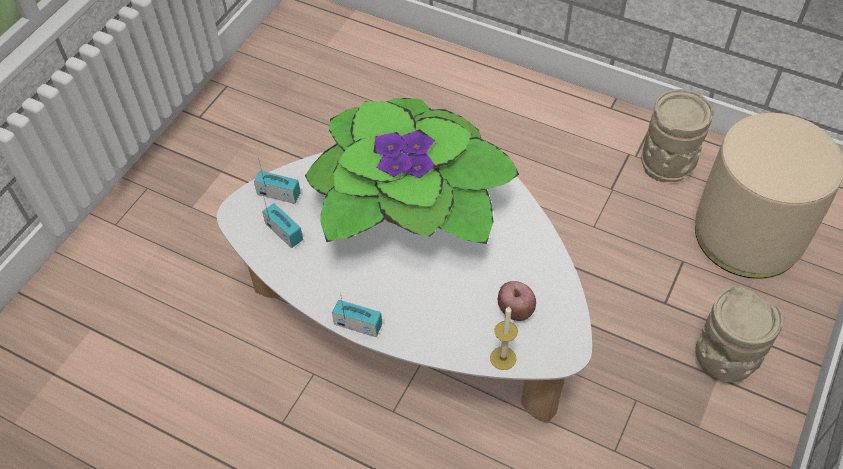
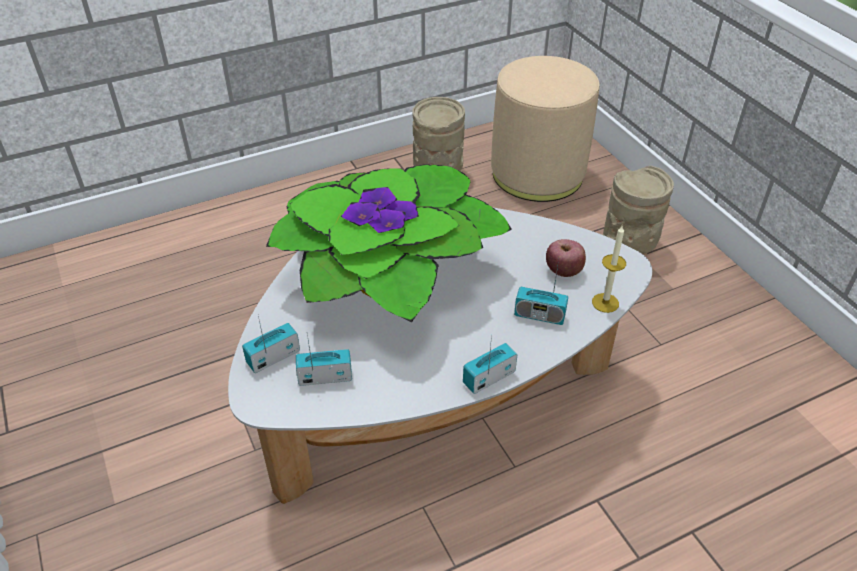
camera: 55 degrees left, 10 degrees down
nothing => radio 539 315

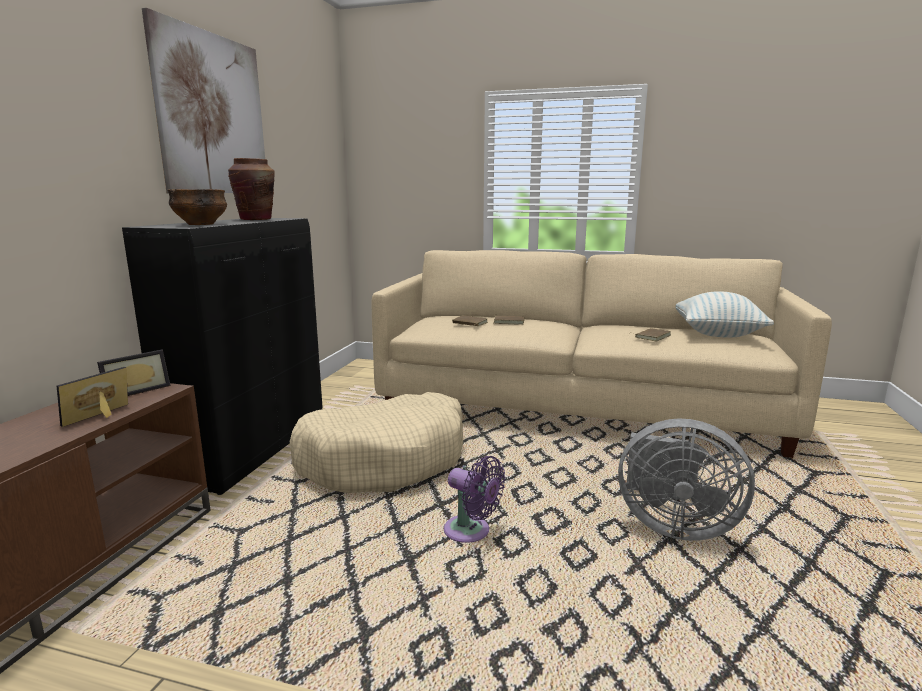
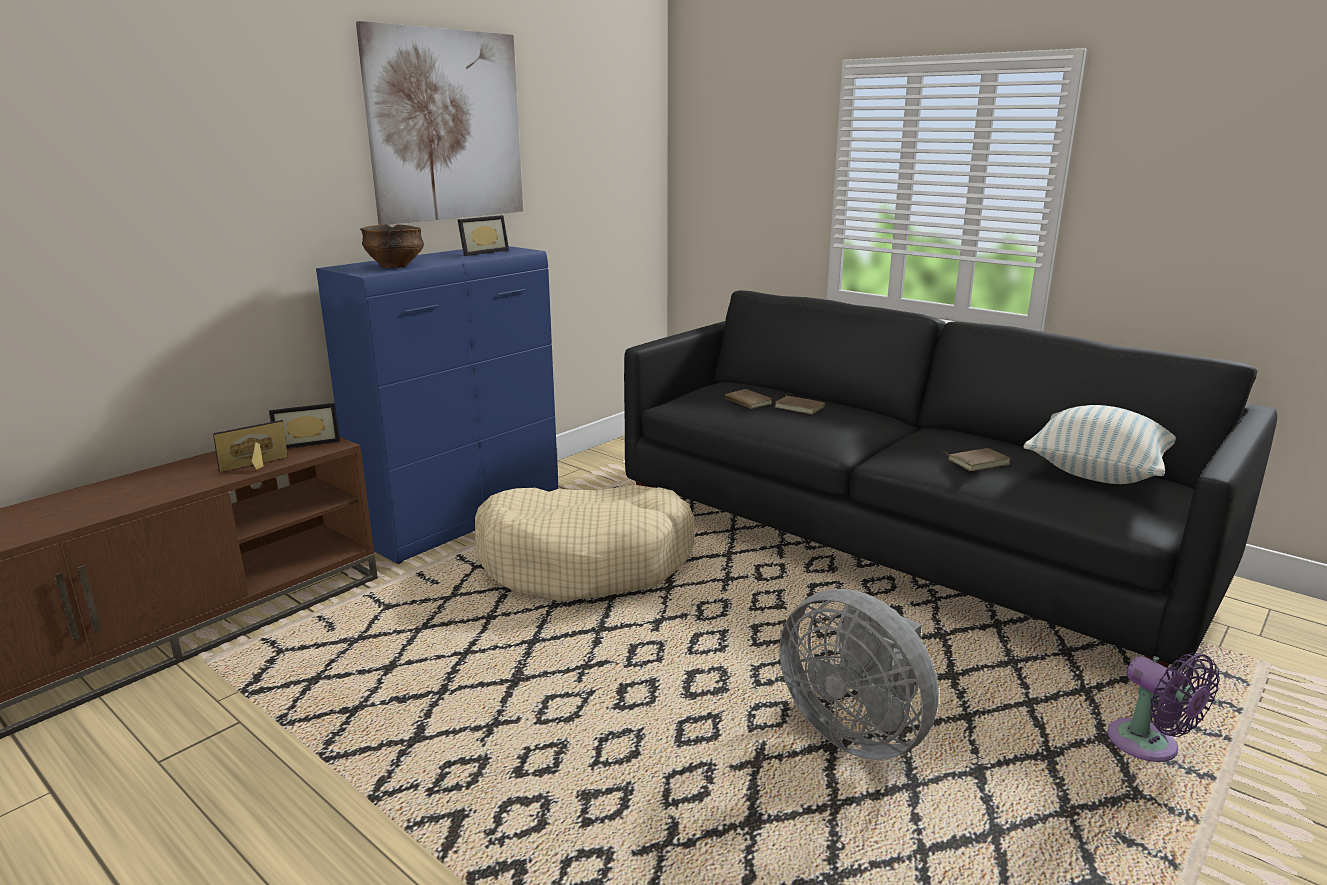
camera: 25 degrees right, 5 degrees up
black-coloured cabinet 253 450 => blue cabinet 463 520
brown-coloured flower vase 256 219 => photo frame 481 252
sand-coloured couch 577 407 => black-coloured couch 895 542
purplish electric fan 471 532 => purplish electric fan 1149 746, shifted

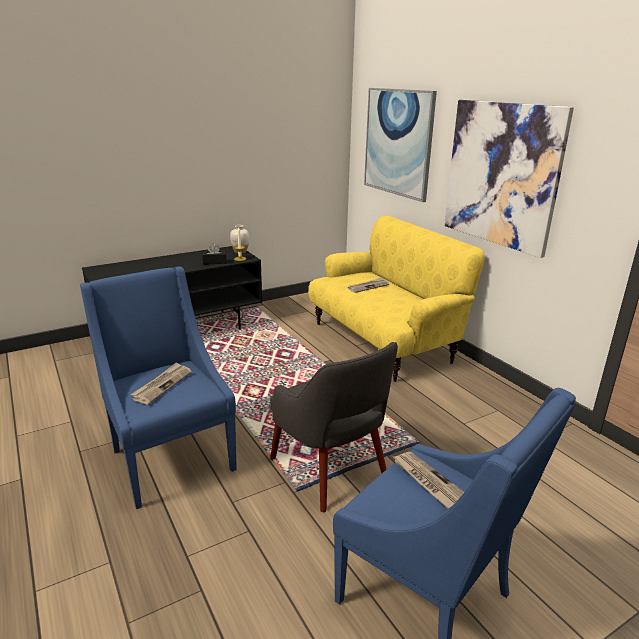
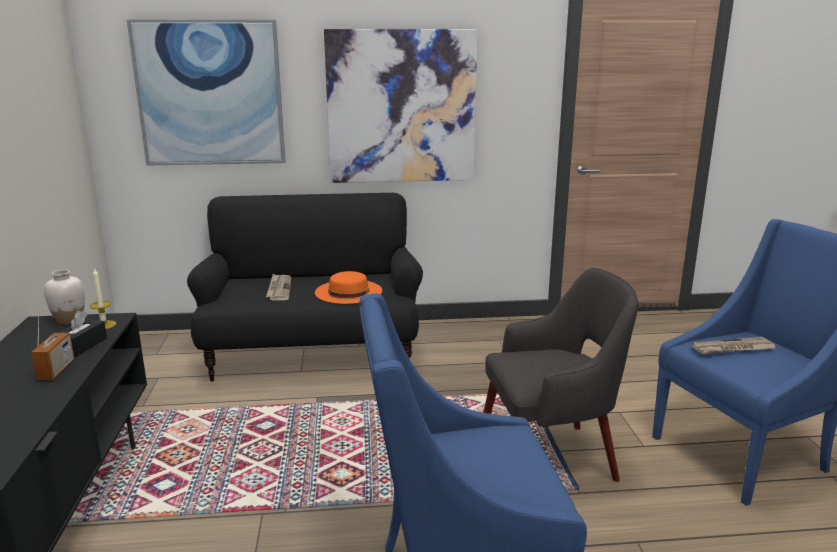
camera: 65 degrees left, 5 degrees down
printed paper 162 385 => nothing
yellow-coloured couch 383 342 => black-coloured couch 313 352
nothing => radio 56 370
nothing => orange clothing hat 348 291

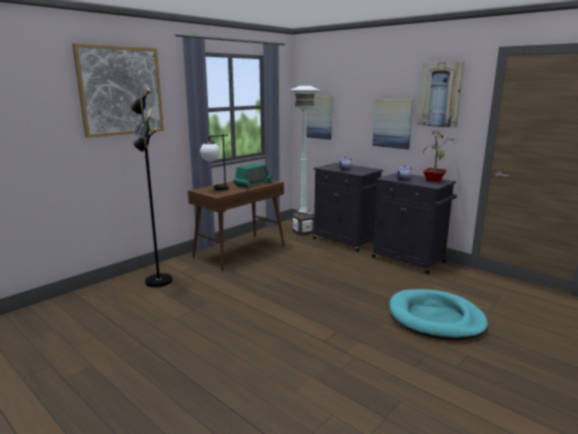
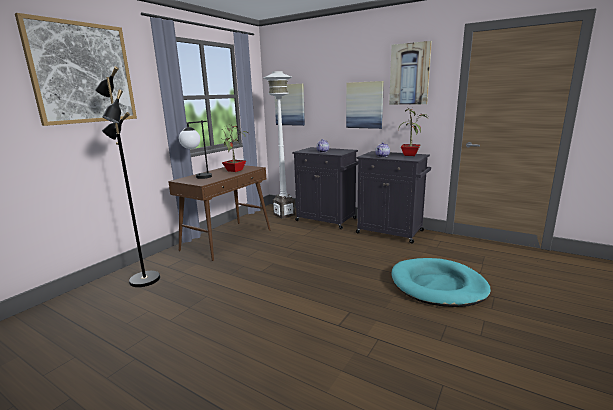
camera: 10 degrees left, 0 degrees up
radio 253 184 => potted plant 235 171

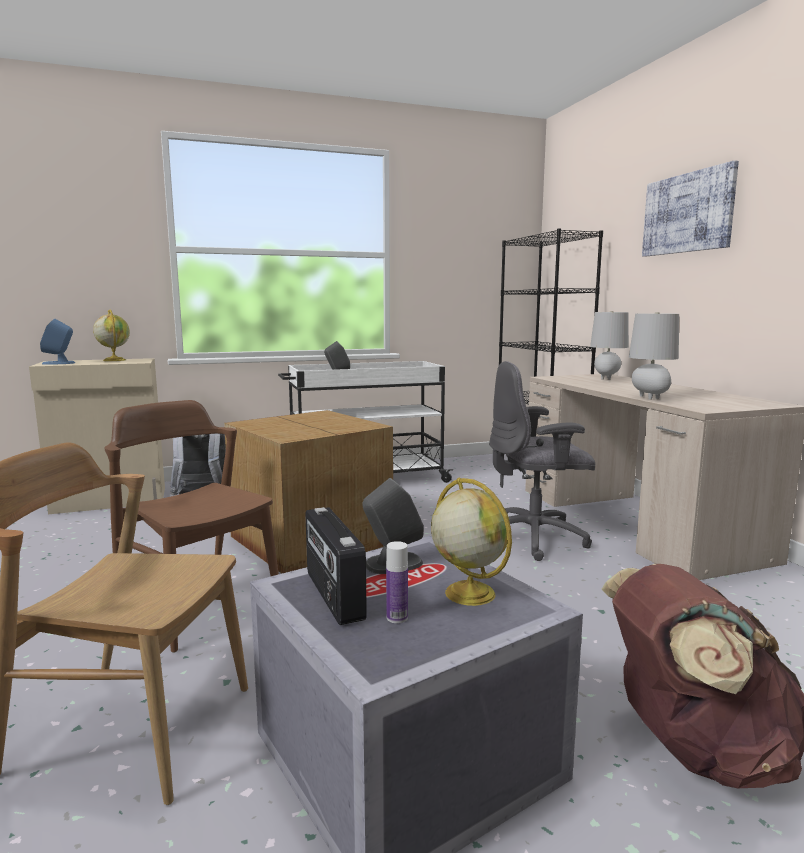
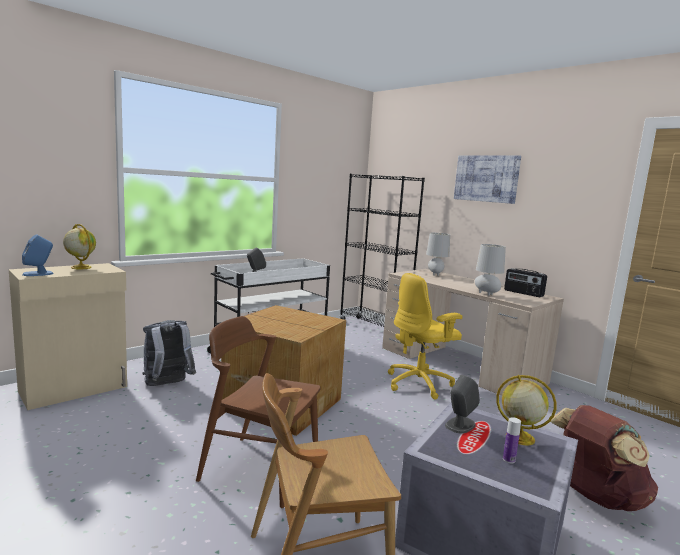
camera: 25 degrees left, 0 degrees up
radio 333 595 => radio 523 293, shifted
greyish office chair 535 539 => yellow-coloured office chair 419 384

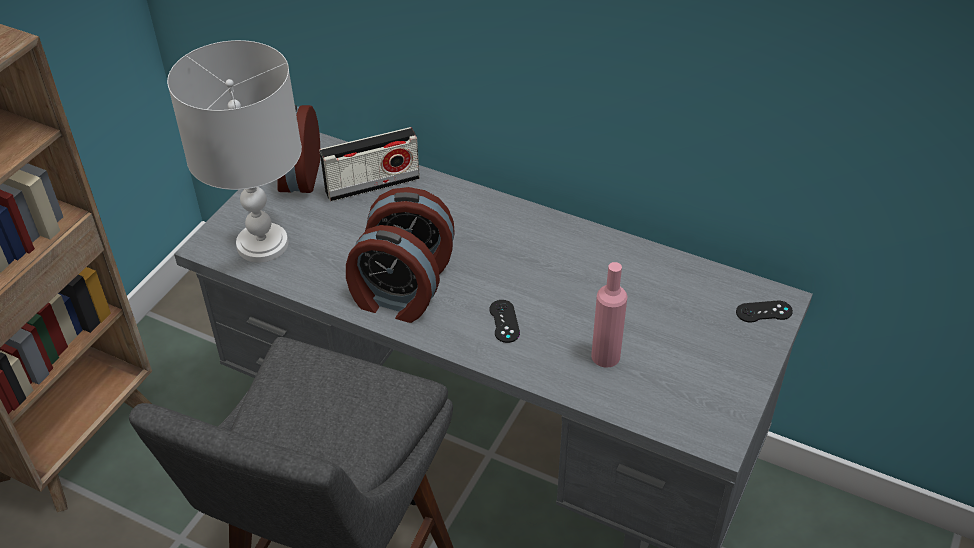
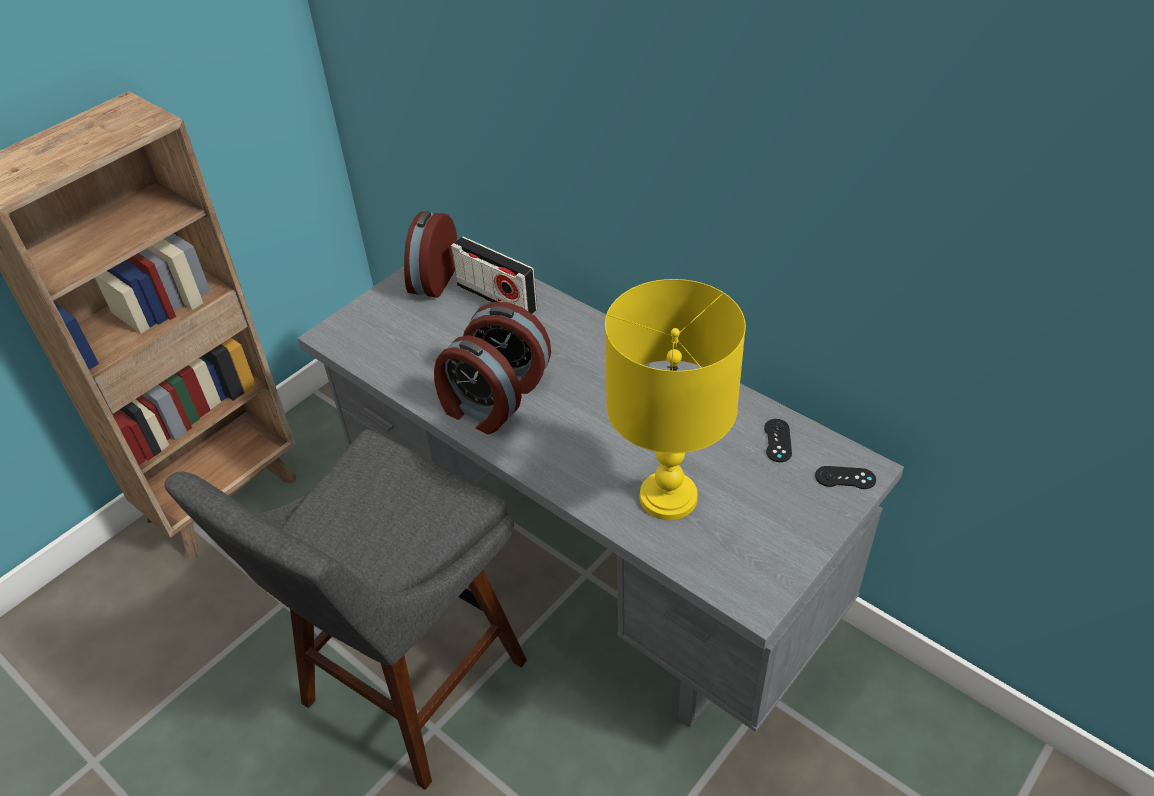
camera: 15 degrees right, 0 degrees up
whitish tabletop lamp 263 243 => nothing
radio 372 185 => radio 496 297, 45 degrees clockwise
black-coloured joypad 504 321 => black-coloured joypad 777 440, shifted
pinkish drink bottle 605 356 => yellow-coloured tabletop lamp 667 497

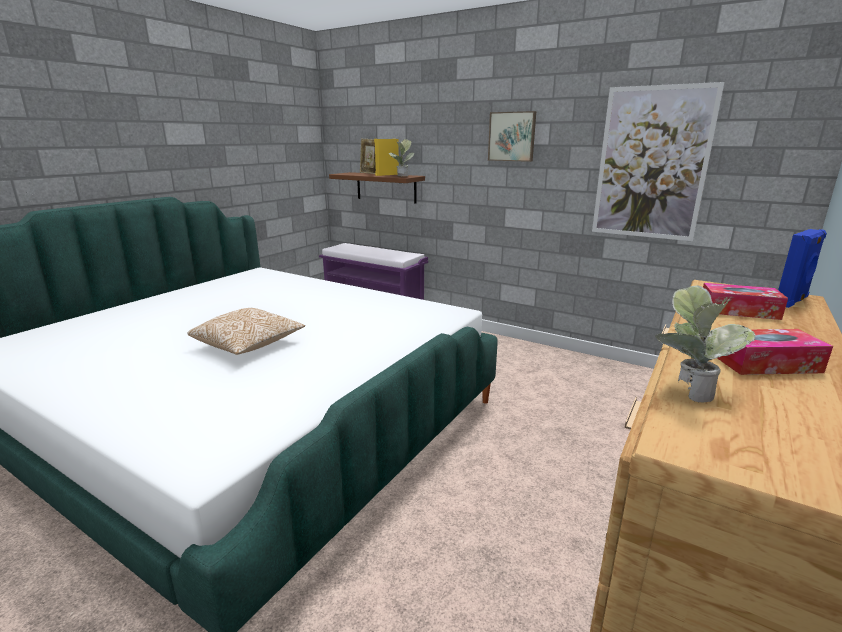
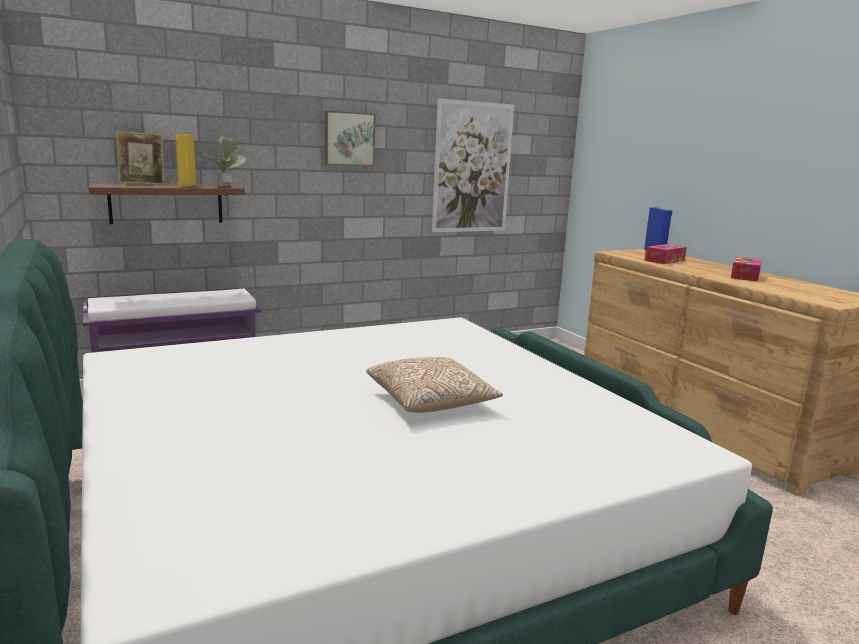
camera: 60 degrees left, 5 degrees down
potted plant 688 390 => nothing

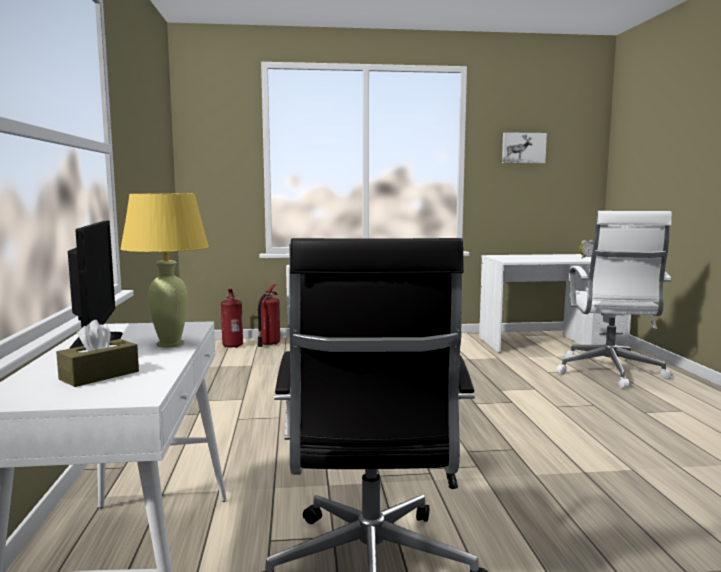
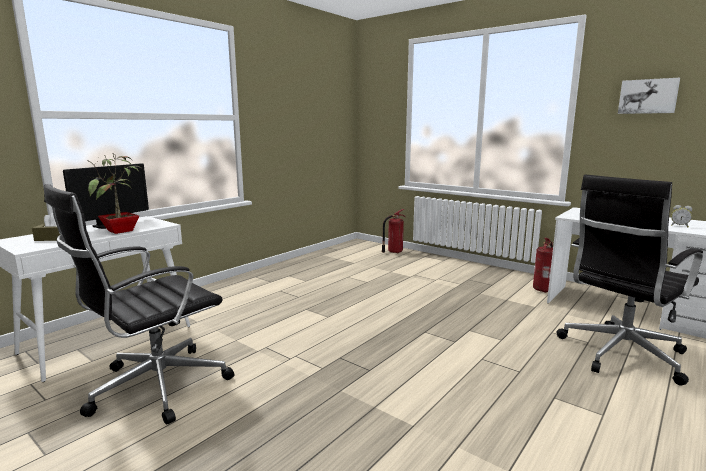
camera: 45 degrees right, 5 degrees up
yellow-coloured tabletop lamp 170 344 => potted plant 121 231
fire-fighting cylinder 233 346 => fire-fighting cylinder 543 289, shifted
whitish office chair 609 372 => black-coloured office chair 619 354

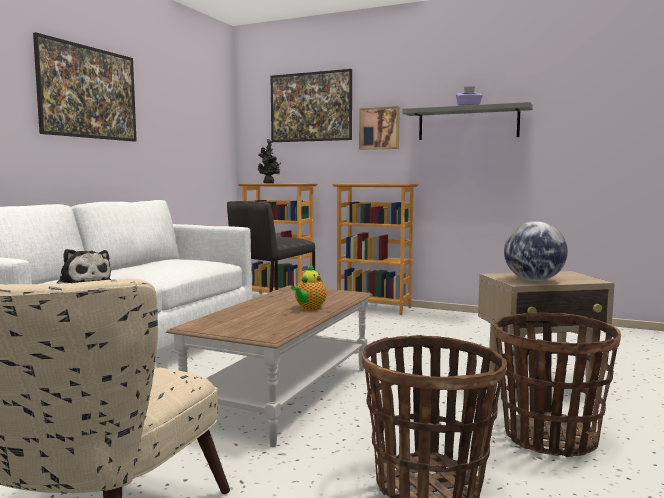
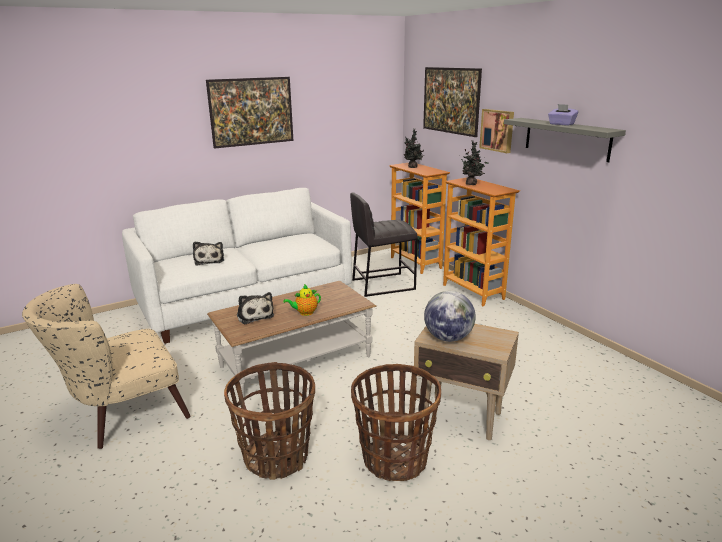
camera: 35 degrees right, 15 degrees up
nothing => plush toy 254 315
nothing => potted plant 472 184

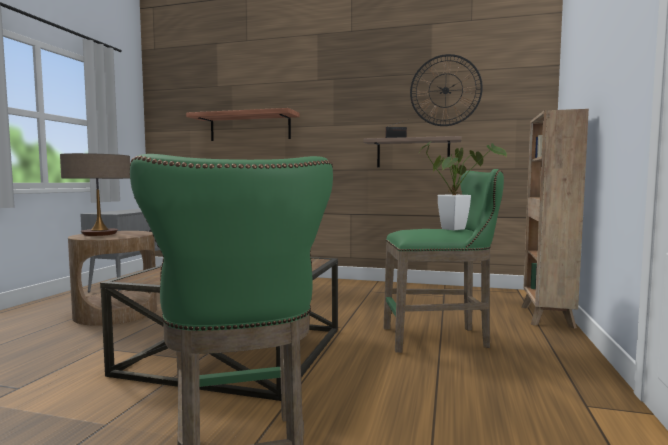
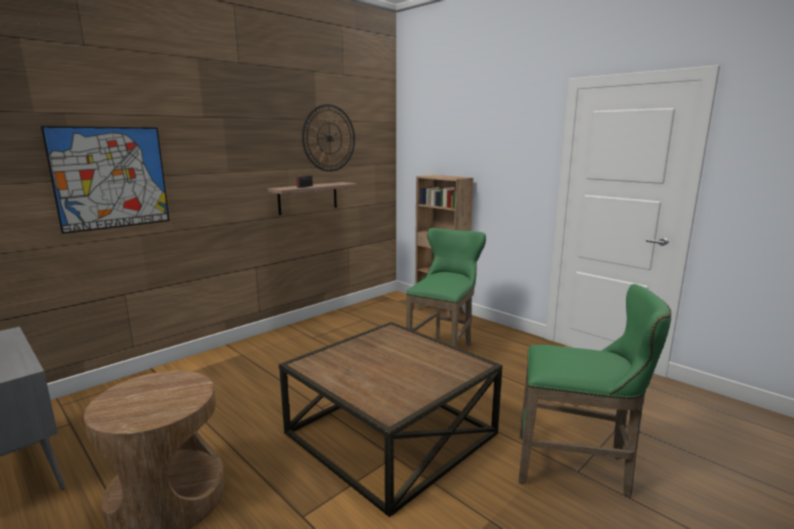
camera: 60 degrees left, 10 degrees up
tabletop lamp 99 234 => nothing
shelf 250 127 => picture 111 178
potted plant 457 229 => nothing

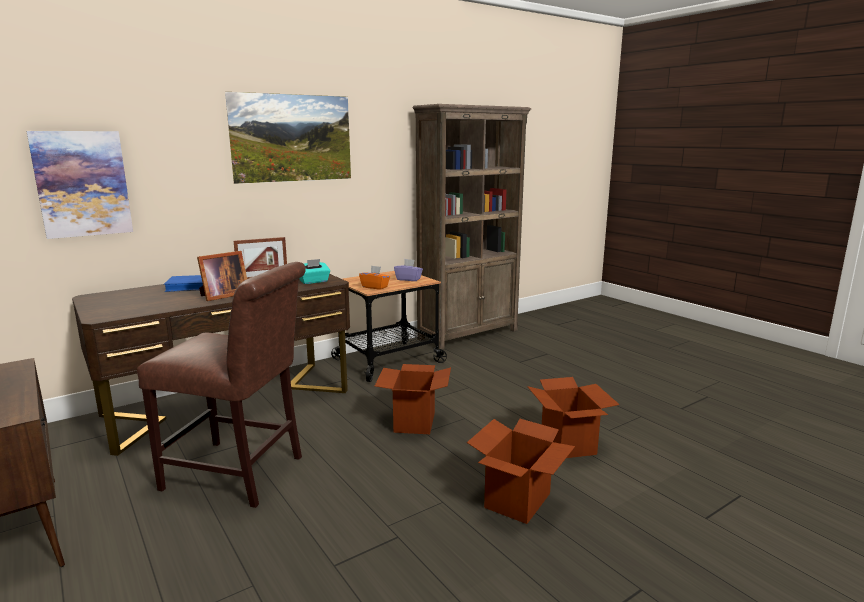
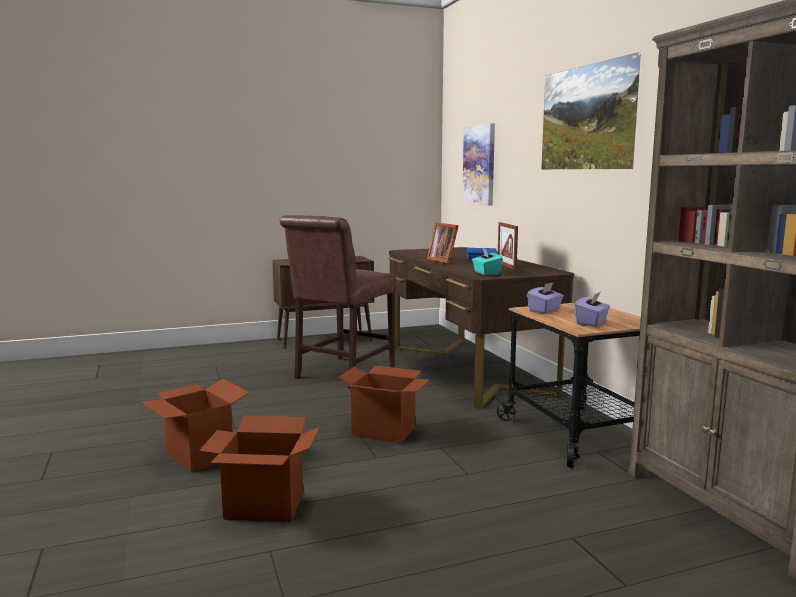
camera: 105 degrees right, 5 degrees down
orange box of tissues 375 287 => purplish box of tissues 544 310

